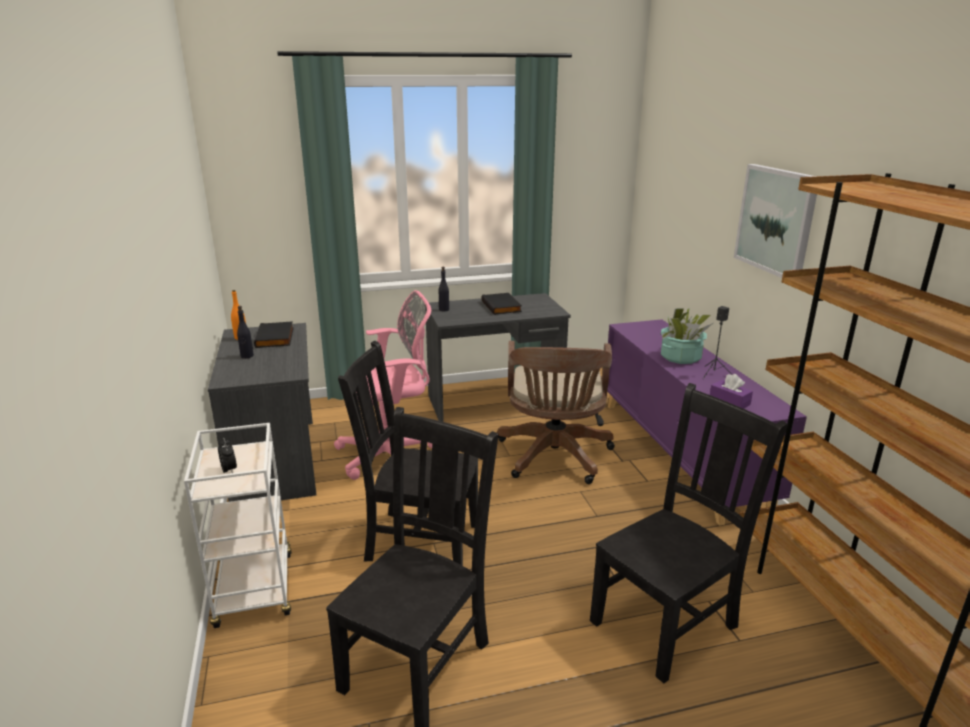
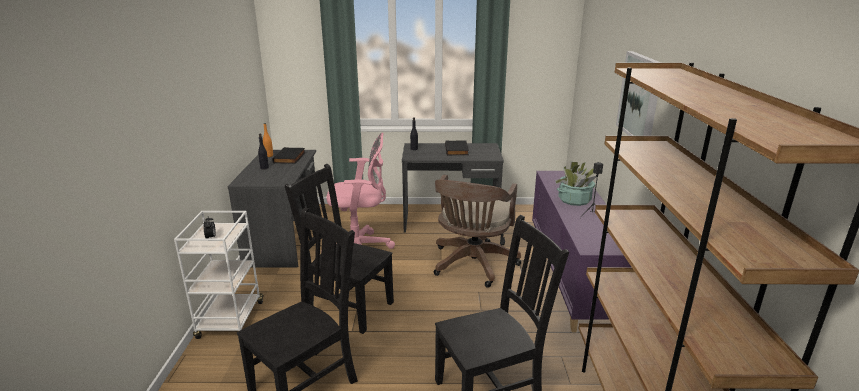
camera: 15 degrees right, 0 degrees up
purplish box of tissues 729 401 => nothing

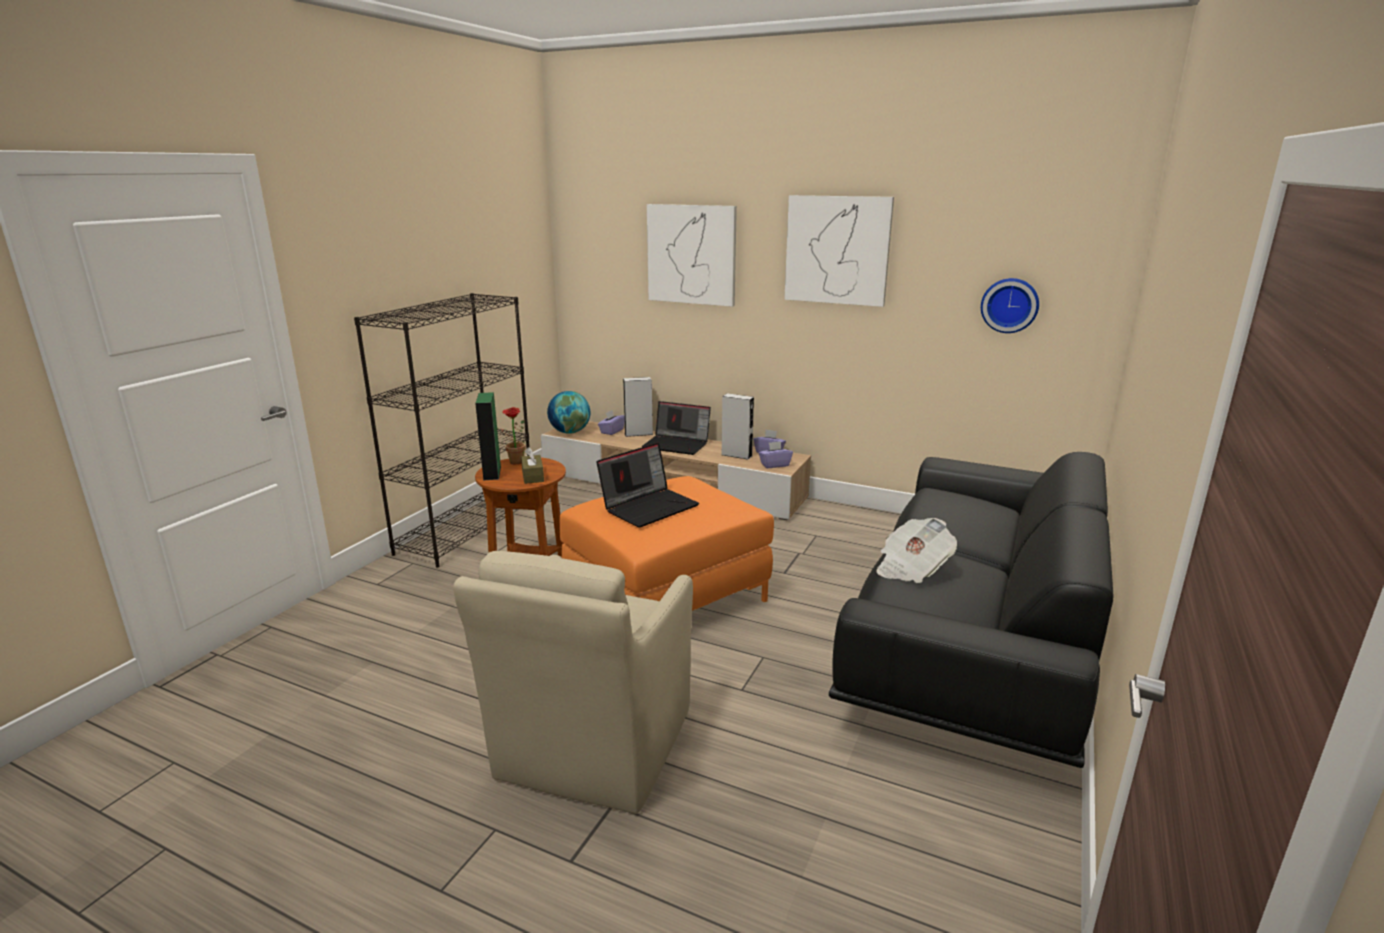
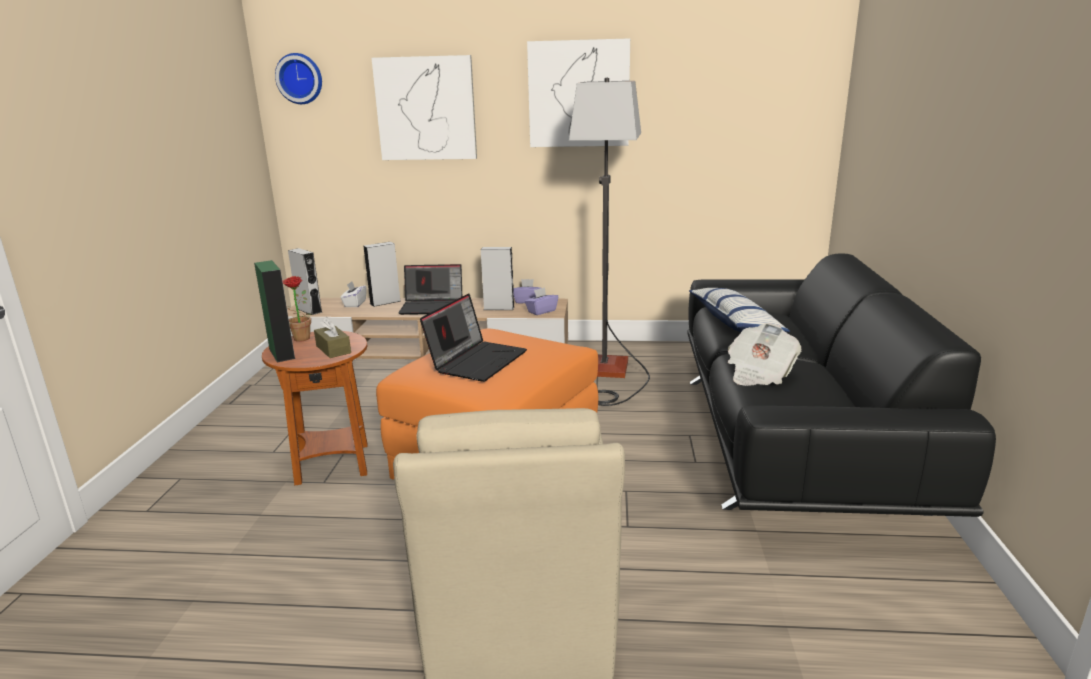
camera: 20 degrees left, 0 degrees up
black-coloured bookshelf 467 529 => nothing
globe 570 432 => greyish speaker 309 310
purplish box of tissues 611 431 => whitish box of tissues 354 304
clock on the wall 1009 305 => clock on the wall 300 78, shifted
nothing => standard lamp 607 374
nothing => cushion 735 323

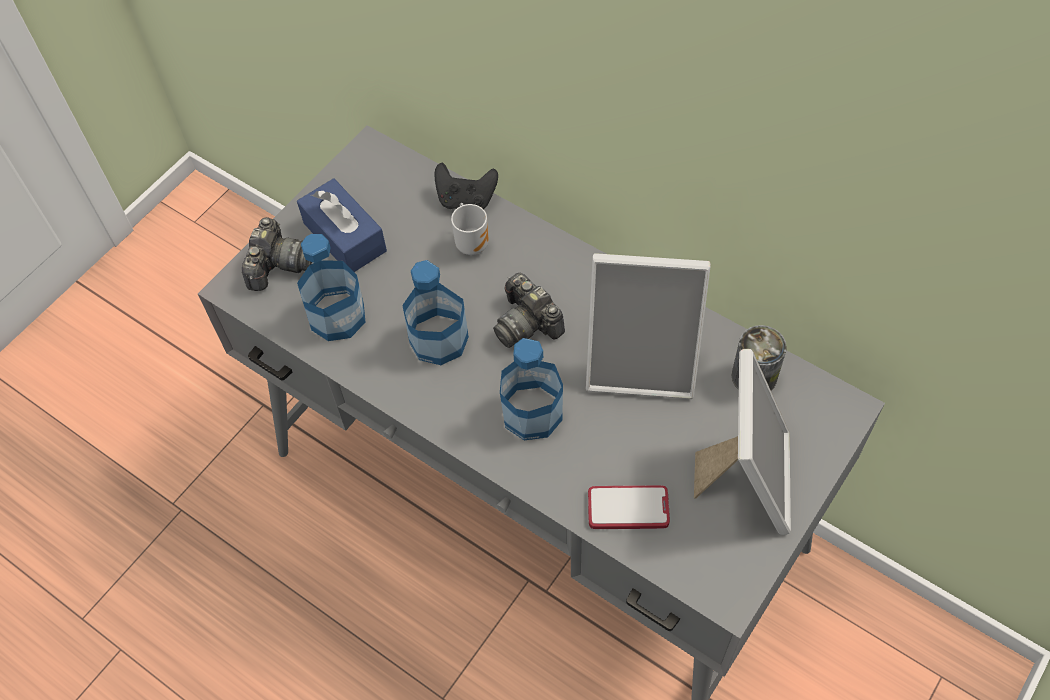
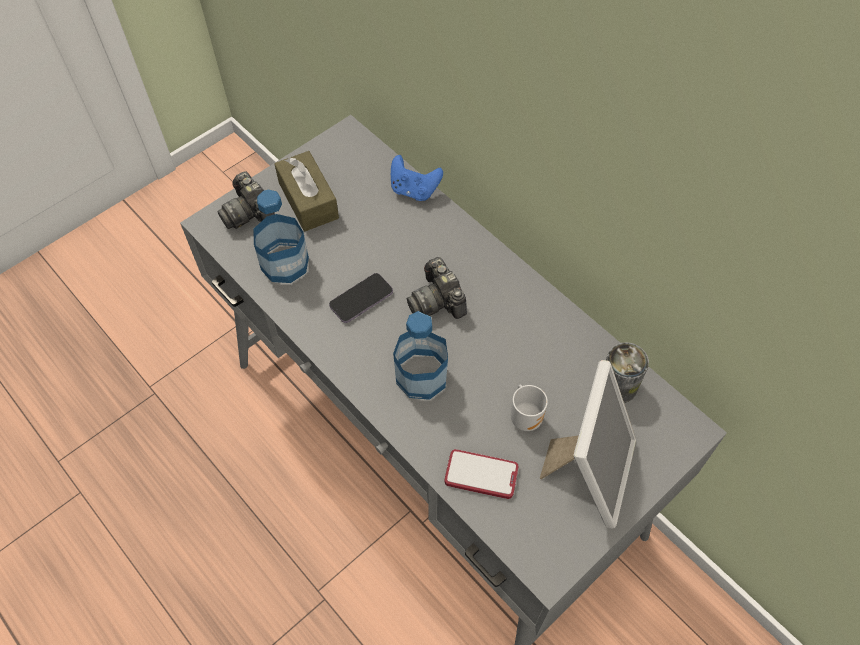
camera: 10 degrees right, 0 degrees up
still camera 278 265 => still camera 249 213, 120 degrees clockwise
blue box of tissues 345 237 => brown-coloured box of tissues 308 200
drink bottle 439 340 => handset 361 299
black-coloured joypad 466 200 => blue joypad 414 190
tea mug 472 243 => tea mug 526 417, shifted
photo frame 642 362 => nothing

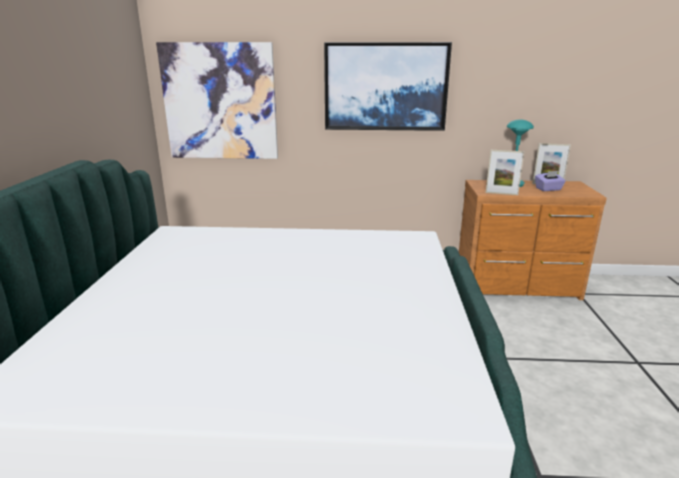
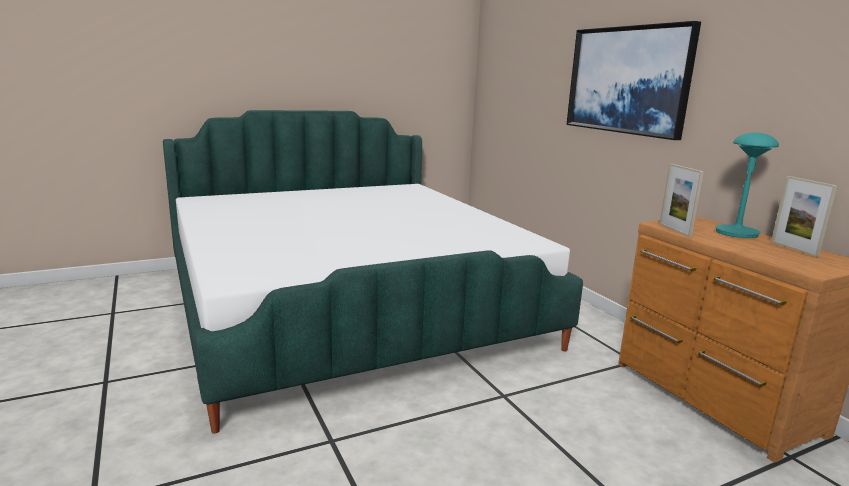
camera: 60 degrees right, 5 degrees down
picture 220 102 => nothing
purplish box of tissues 548 189 => nothing

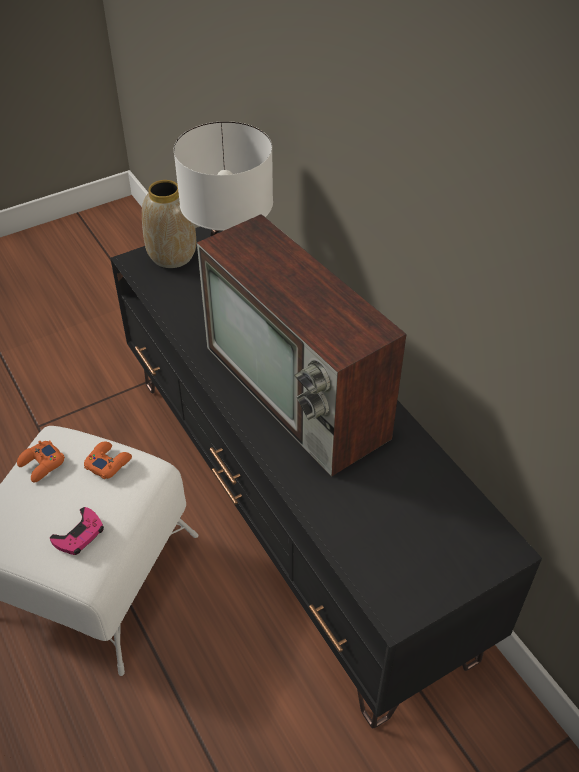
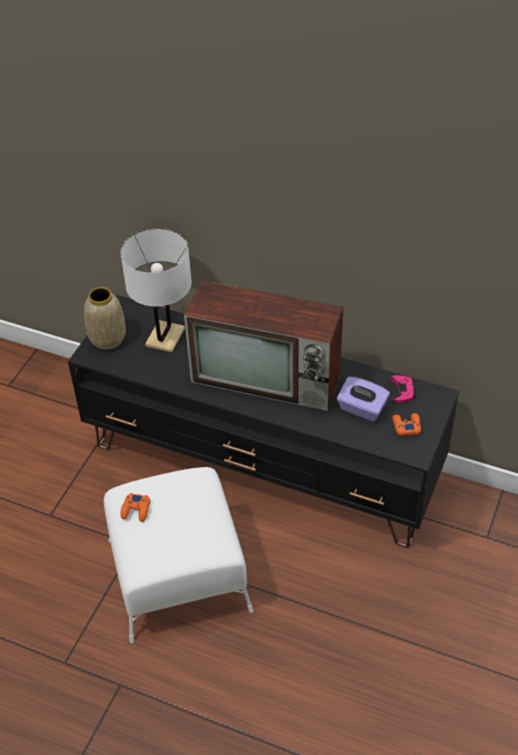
camera: 35 degrees left, 0 degrees up
pinkish joypad 79 535 => pinkish joypad 402 391, shifted
orange joypad 108 463 => orange joypad 406 426, shifted
nothing => purplish box of tissues 362 409

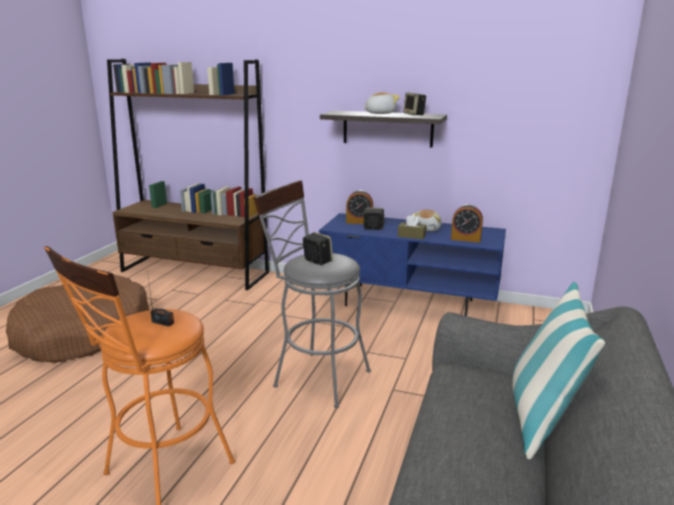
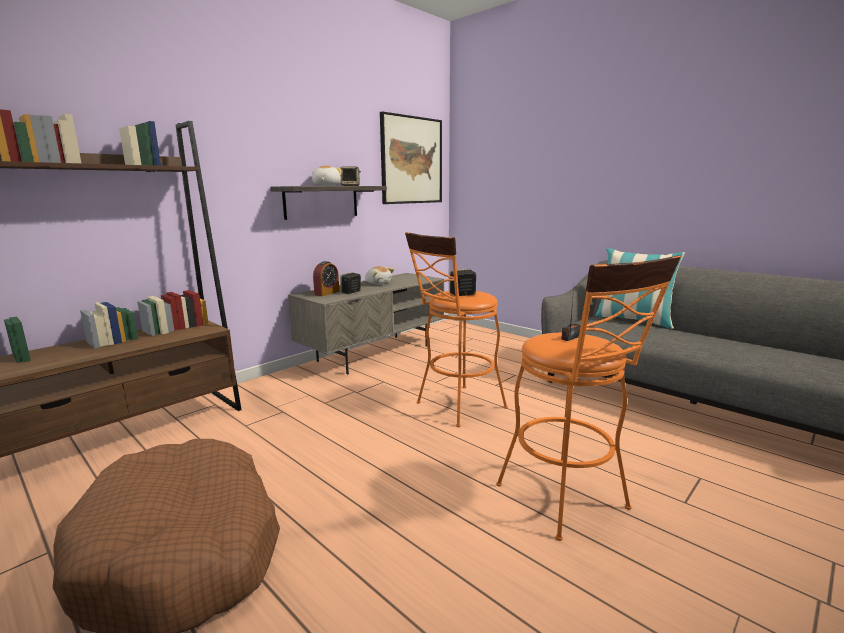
camera: 65 degrees left, 5 degrees down
greyish stool seat 315 376 => orange stool seat 455 407
blue tv stand 410 303 => greyish tv stand 374 353
brown-coloured box of tissues 411 236 => nothing
table clock 465 239 => nothing
nothing => picture 411 160

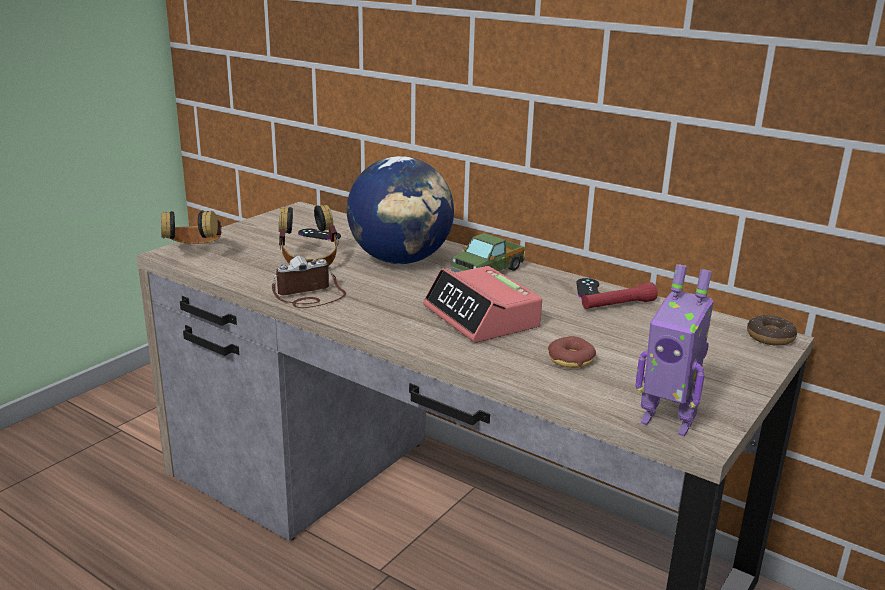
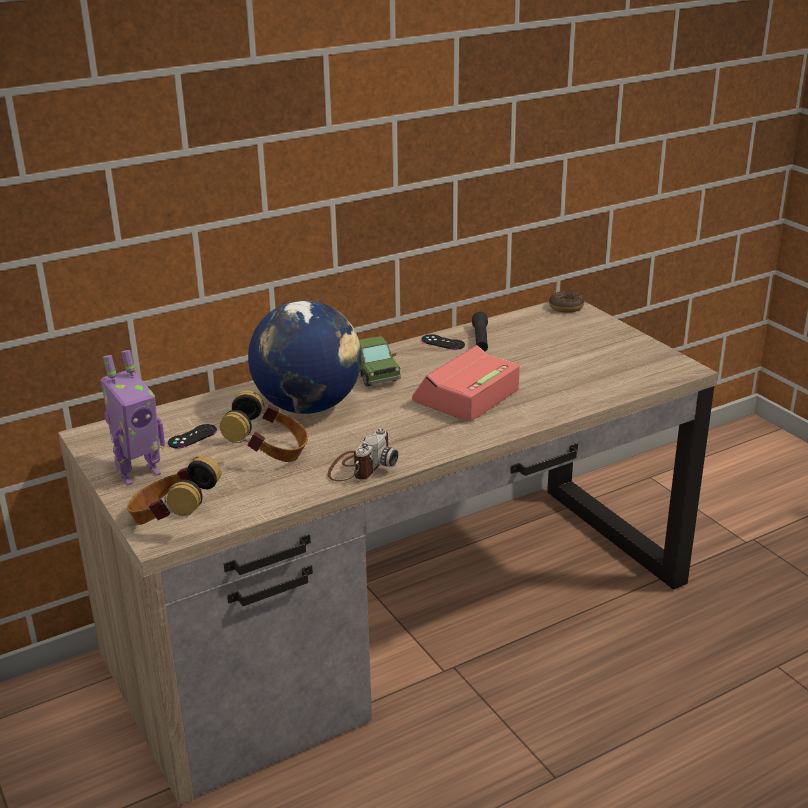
camera: 65 degrees left, 5 degrees up
still camera 309 296 => still camera 360 466, 150 degrees counterclockwise
table clock 481 317 => table clock 466 396, 135 degrees clockwise
ring doughnut 571 360 => nothing
red torch 618 305 => black-coloured torch 480 340
robot figure 667 421 => robot figure 138 473, shifted

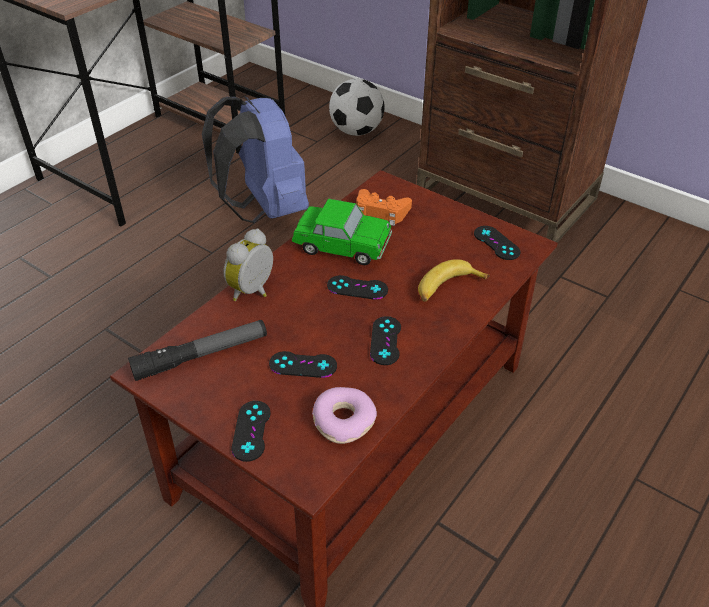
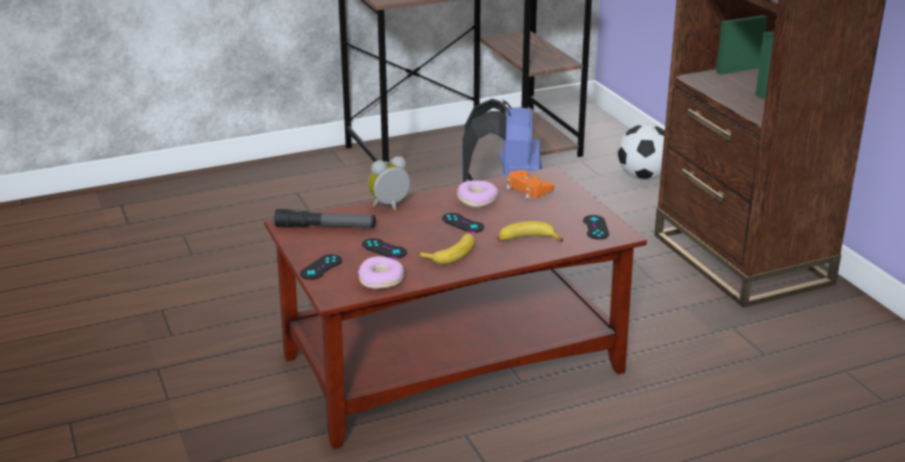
camera: 30 degrees right, 15 degrees down
toy car 342 246 => ring doughnut 477 200
black-coloured joypad 385 340 => banana 451 253

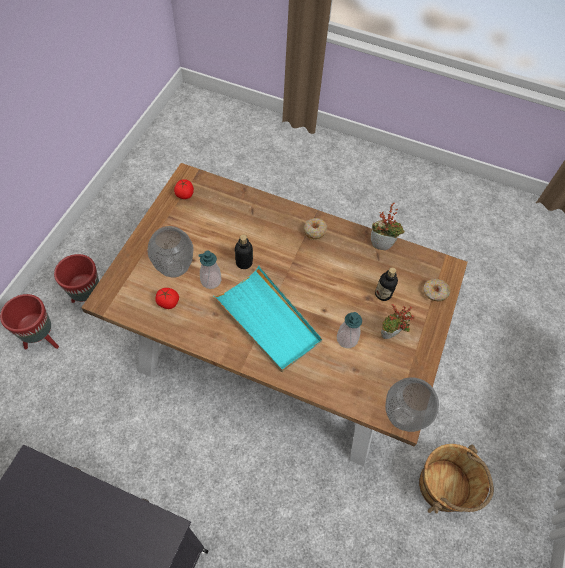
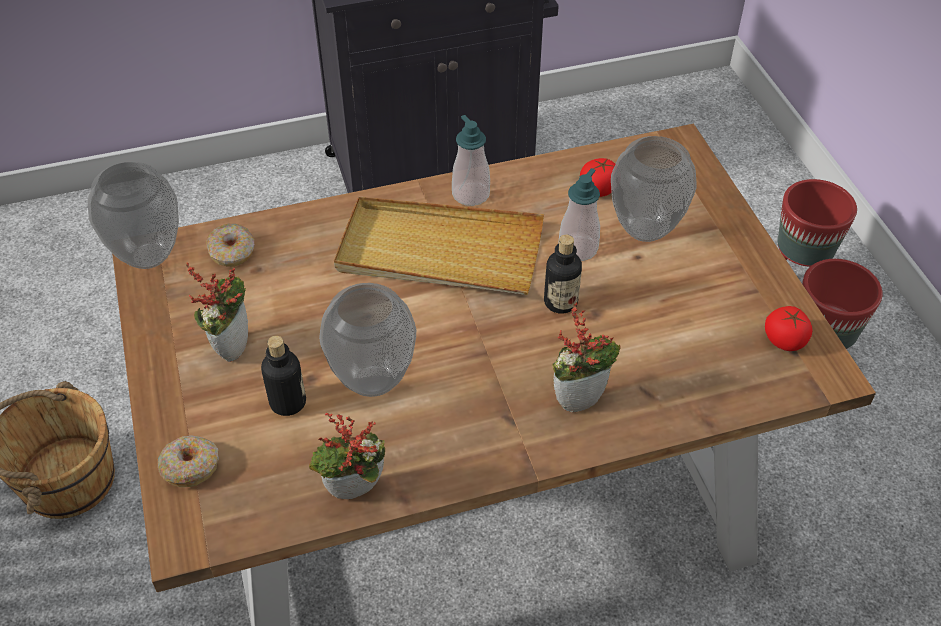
camera: 145 degrees right, 10 degrees down
blue-green carrying tray 268 320 => sand-coloured carrying tray 439 252
ring doughnut 314 231 => ring doughnut 232 252, shifted
soap bottle 347 339 => soap bottle 471 194, shifted
nothing => flower vase 371 381
nothing => potted plant 579 397

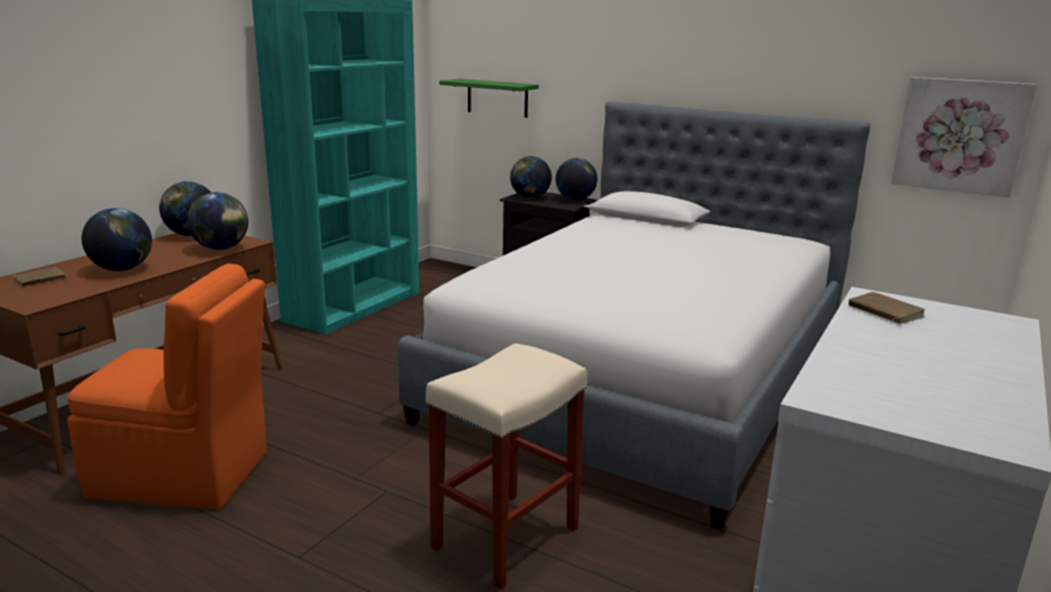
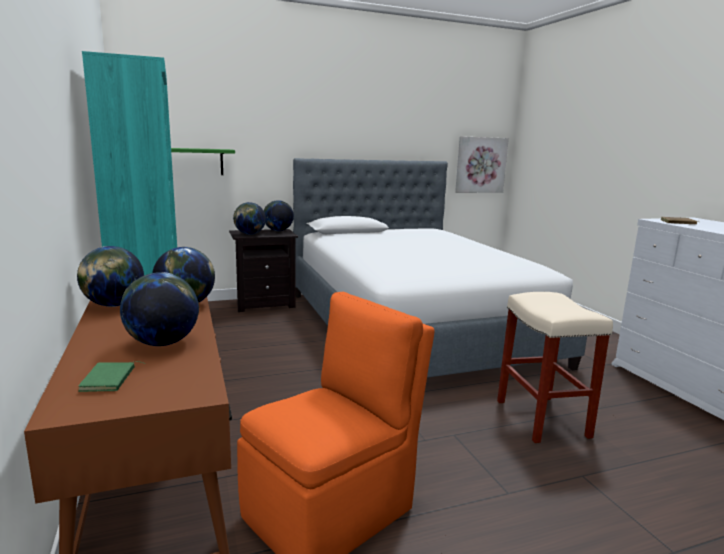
camera: 50 degrees left, 5 degrees down
brown-coloured volume 40 280 => green volume 110 380

